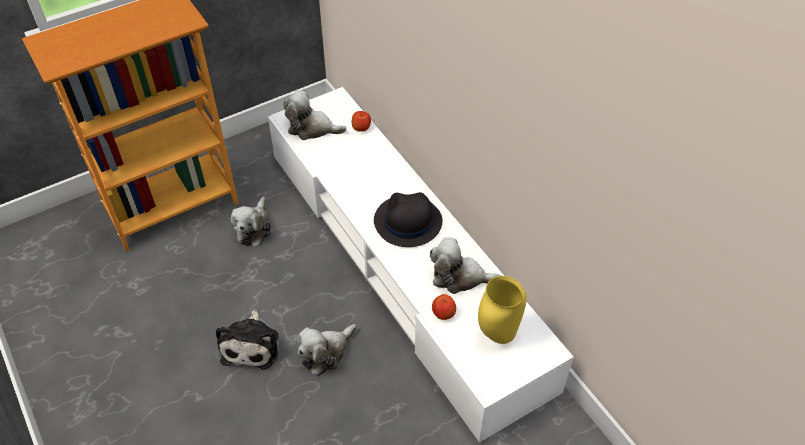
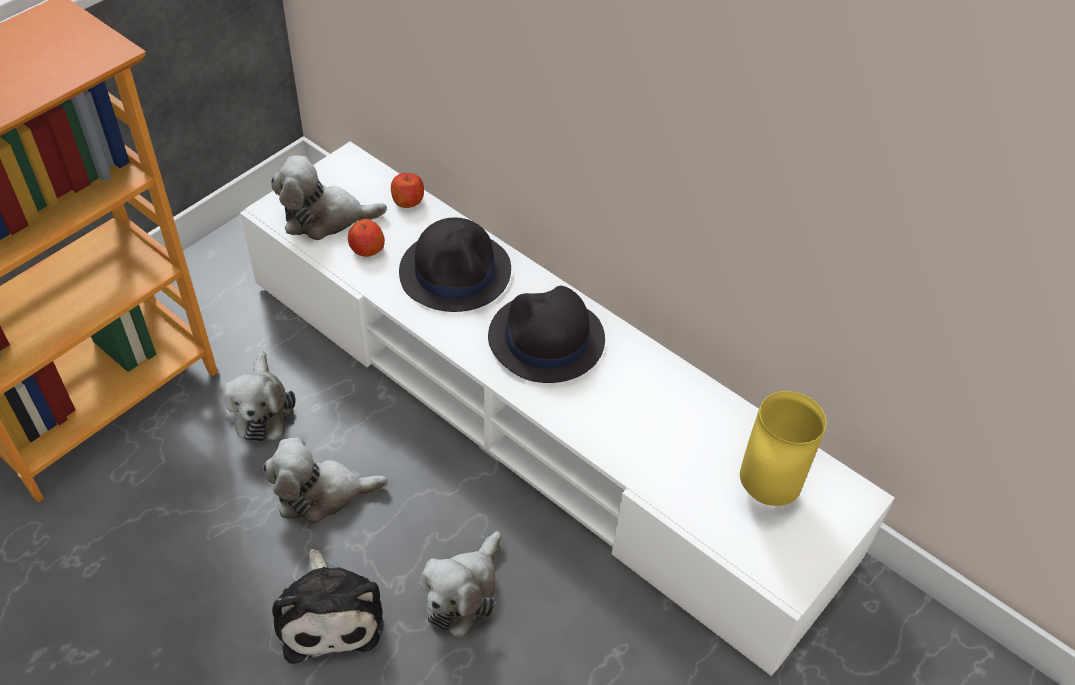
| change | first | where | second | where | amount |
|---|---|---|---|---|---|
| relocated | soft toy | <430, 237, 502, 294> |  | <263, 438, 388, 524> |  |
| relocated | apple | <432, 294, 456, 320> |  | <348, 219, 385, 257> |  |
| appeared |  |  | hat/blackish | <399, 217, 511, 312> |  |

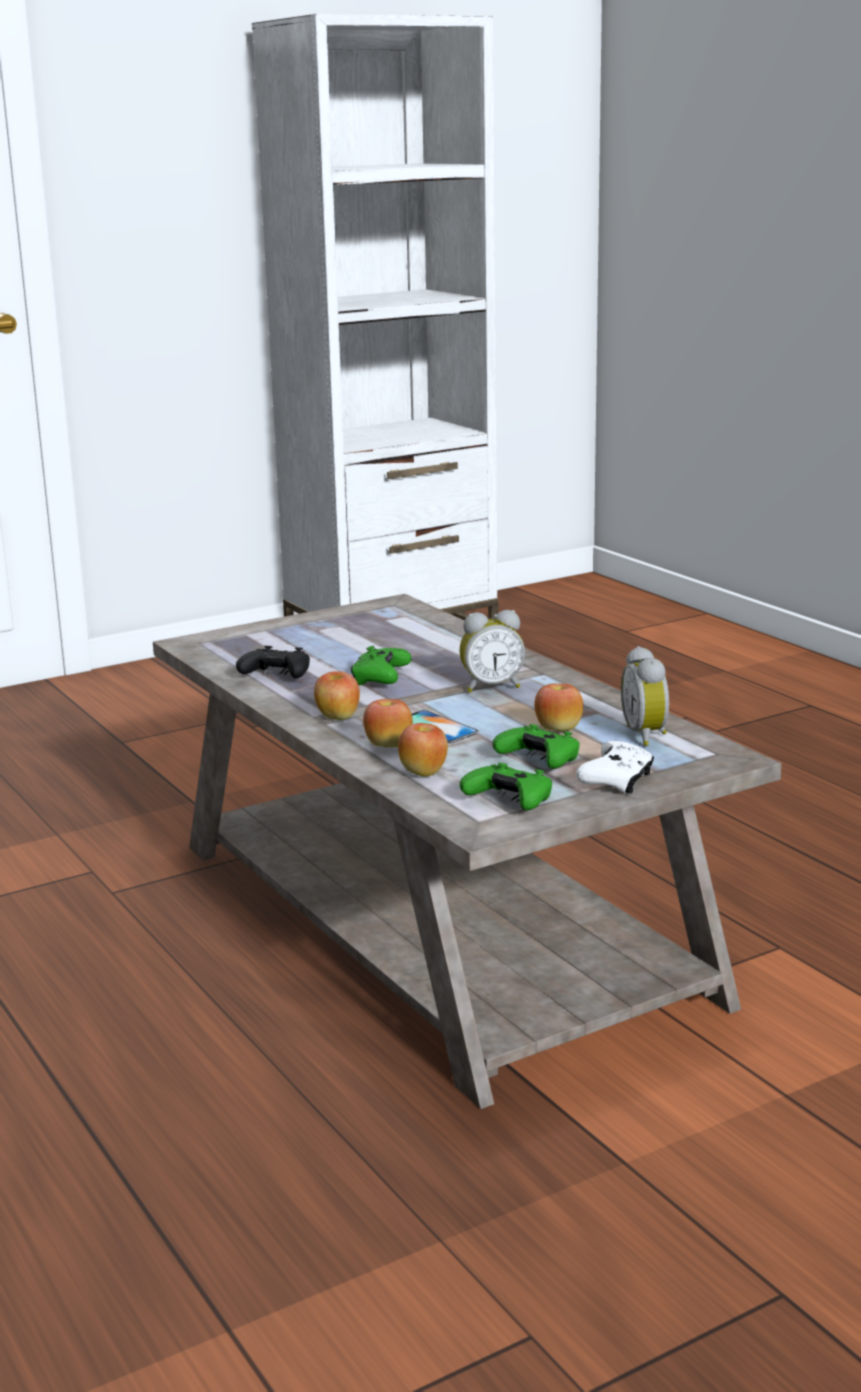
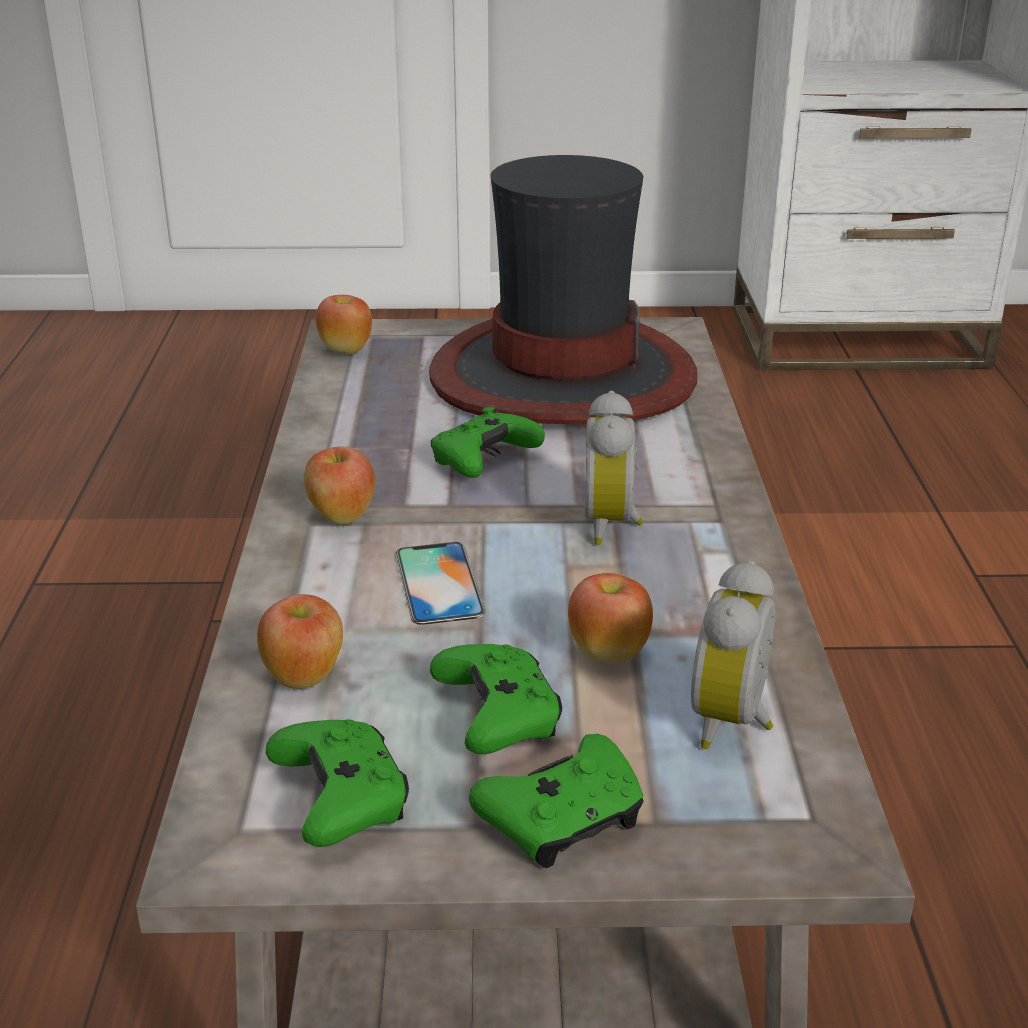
| change | first | where | second | where | amount |
|---|---|---|---|---|---|
| relocated | apple | <363, 699, 413, 747> |  | <316, 295, 372, 354> |  |
| appeared |  |  | hat | <429, 155, 697, 424> |  |
| colour | joypad/whitish | <576, 741, 654, 793> | joypad/greenish | <469, 734, 644, 868> |  |
| spun | alarm clock | <460, 610, 525, 692> |  | <584, 390, 643, 545> | 75 degrees clockwise |
| missing | joypad/blackish | <236, 646, 310, 678> |  |  |  |

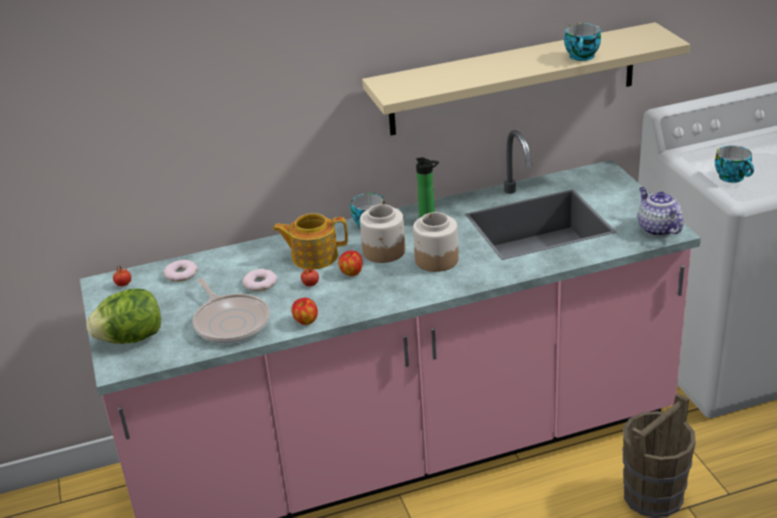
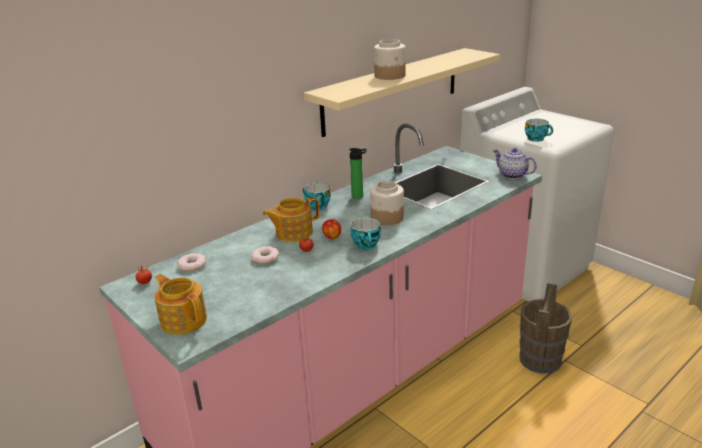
| change | first | where | second | where | amount |
|---|---|---|---|---|---|
| exchanged | lettuce | <86, 288, 161, 344> | tea pot | <155, 274, 207, 335> |  |
| relocated | drinking cup | <564, 23, 601, 61> |  | <351, 218, 381, 250> |  |
| relocated | jar | <360, 204, 405, 263> |  | <374, 39, 406, 80> |  |
| missing | skillet | <193, 278, 270, 343> |  |  |  |
| missing | apple | <291, 298, 318, 325> |  |  |  |

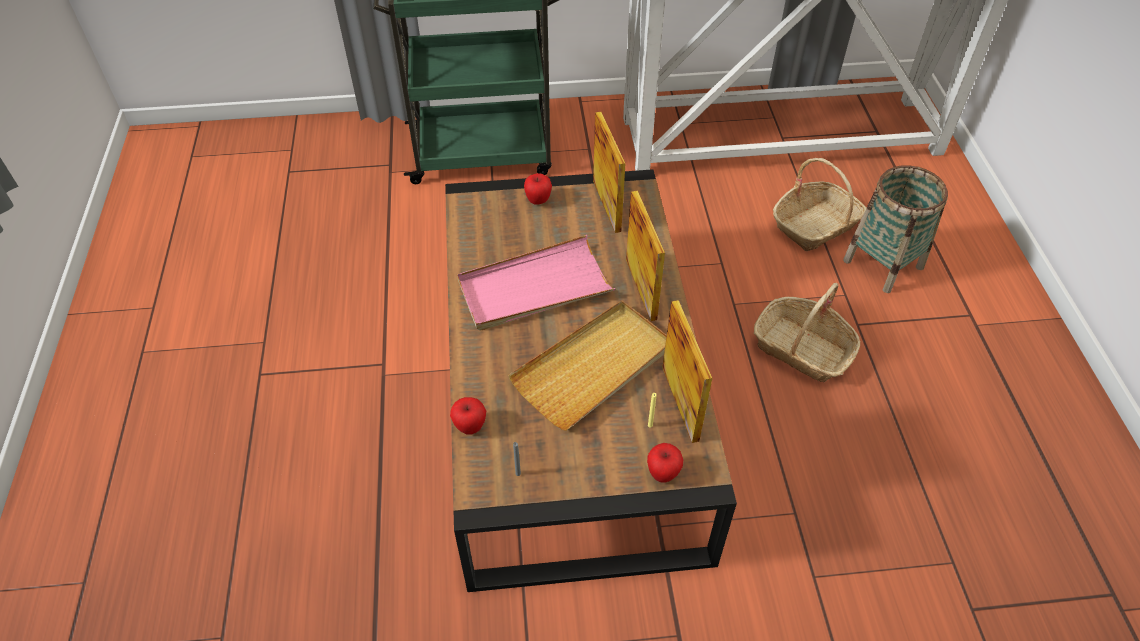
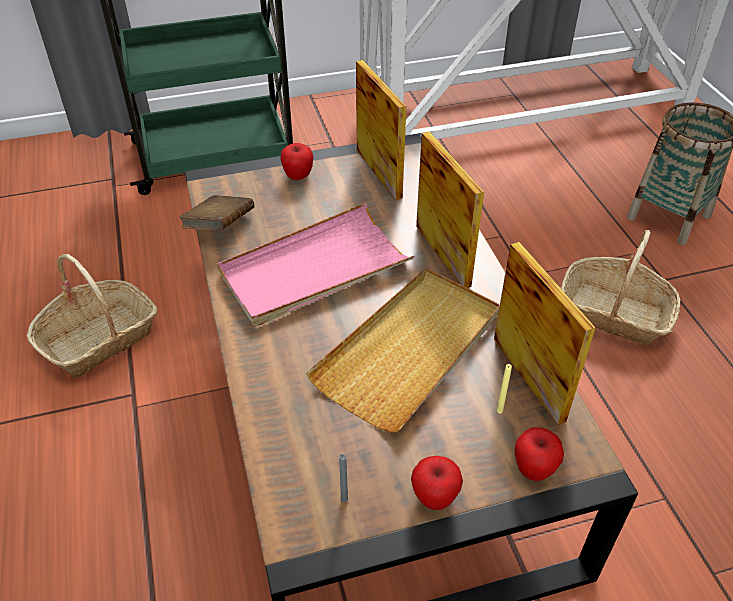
| change | first | where | second | where | amount |
|---|---|---|---|---|---|
| relocated | basket | <773, 158, 867, 251> |  | <27, 254, 157, 378> |  |
| appeared |  |  | book/brownish | <179, 195, 254, 230> |  |
| relocated | apple | <450, 397, 486, 435> |  | <411, 456, 463, 510> |  |

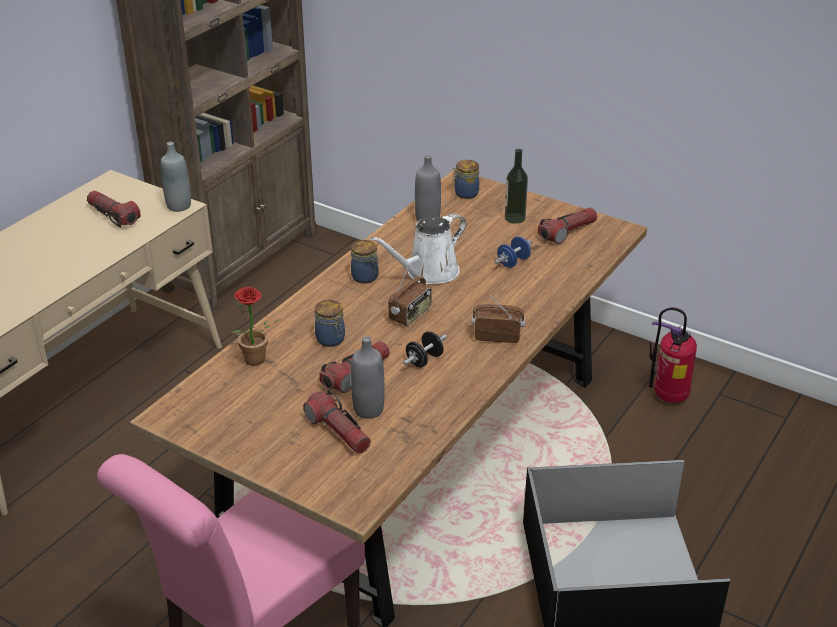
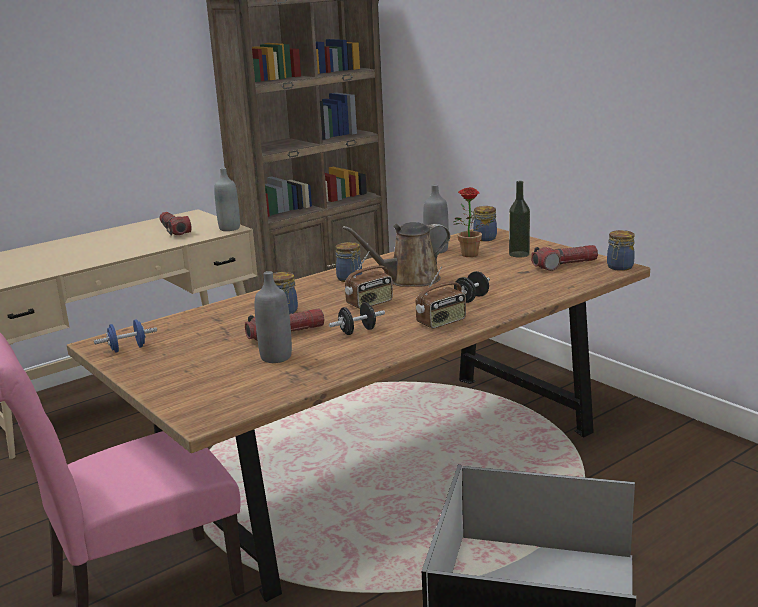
| change | first | where | second | where | amount |
|---|---|---|---|---|---|
| relocated | free weight/bluish | <494, 236, 532, 268> |  | <94, 319, 157, 353> |  |
| colour | sprinkling can/whitish | <371, 213, 467, 285> | sprinkling can/brownish | <342, 222, 450, 287> |  |
| spun | radio set | <471, 296, 525, 343> |  | <416, 266, 466, 329> | 120 degrees clockwise |
| relocated | plant in a pot | <232, 287, 281, 366> |  | <453, 187, 494, 257> |  |
| appeared |  |  | free weight/blackish | <454, 271, 490, 303> |  |
| appeared |  |  | jar | <607, 230, 635, 271> |  |
| missing | torch | <303, 390, 371, 454> |  |  |  |
| missing | fire extinguisher | <649, 307, 697, 403> |  |  |  |

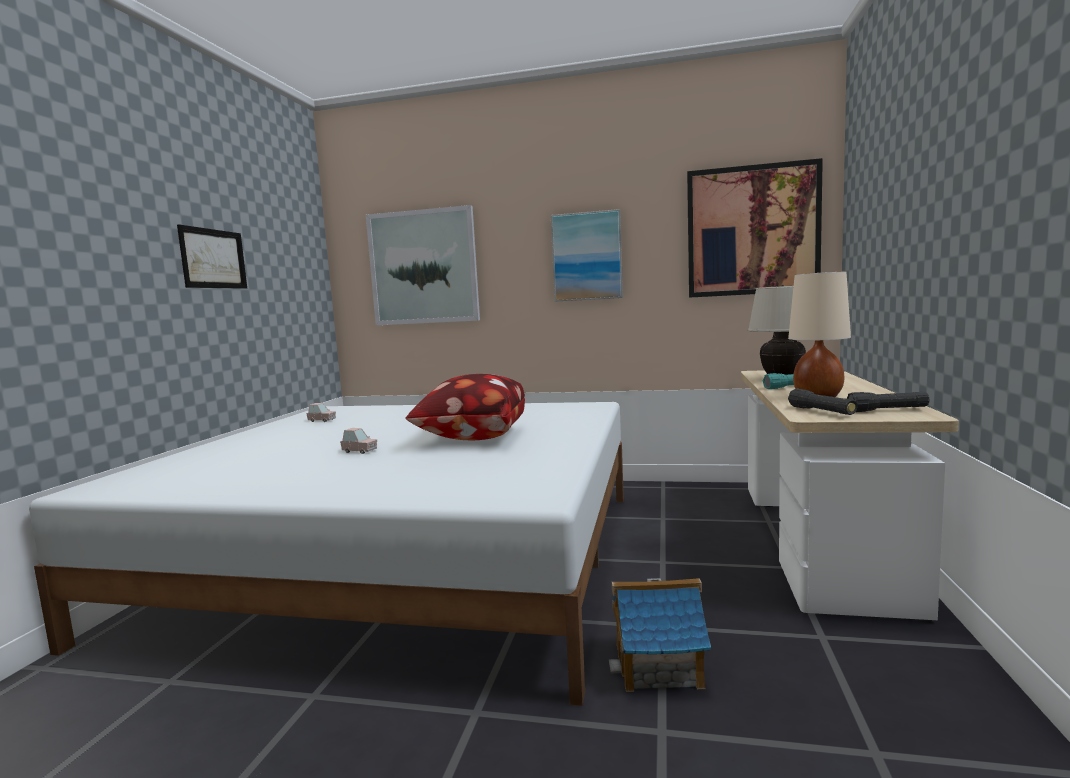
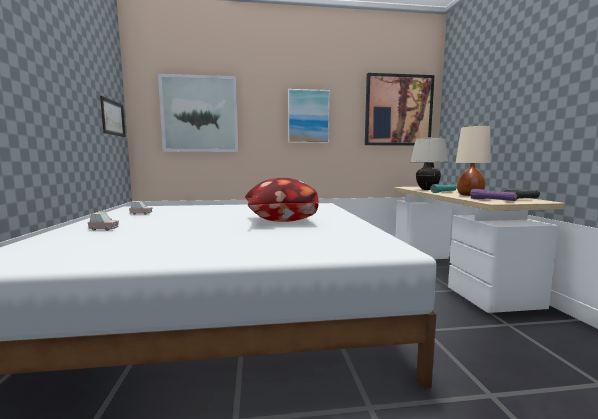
| change | first | where | second | where | amount |
|---|---|---|---|---|---|
| relocated | toy car/pink-coloured | <340, 428, 377, 454> |  | <88, 212, 119, 231> |  |
| relocated | wall art | <177, 224, 247, 289> |  | <100, 96, 126, 137> |  |
| colour | torch/blackish | <788, 389, 857, 415> | torch/purplish | <470, 189, 517, 201> |  |
| missing | model house | <609, 578, 711, 692> |  |  |  |

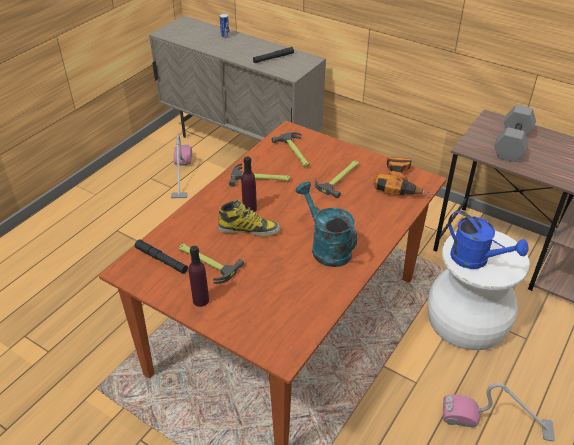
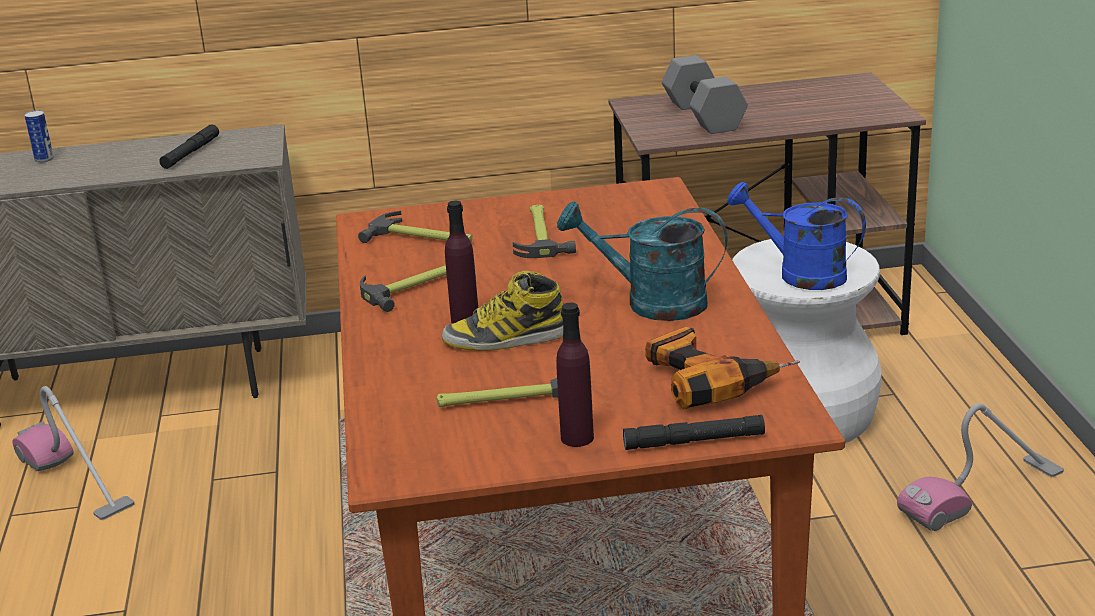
| change | first | where | second | where | amount |
|---|---|---|---|---|---|
| spun | tall boot | <218, 200, 281, 237> |  | <442, 271, 564, 351> | 150 degrees counterclockwise |
| relocated | torch/blackish | <135, 239, 188, 274> |  | <623, 415, 765, 450> |  |
| relocated | power drill | <374, 157, 433, 195> |  | <645, 326, 800, 409> |  |
| spun | sprinkling can/bluish | <448, 210, 528, 269> |  | <727, 182, 866, 290> | 150 degrees counterclockwise |

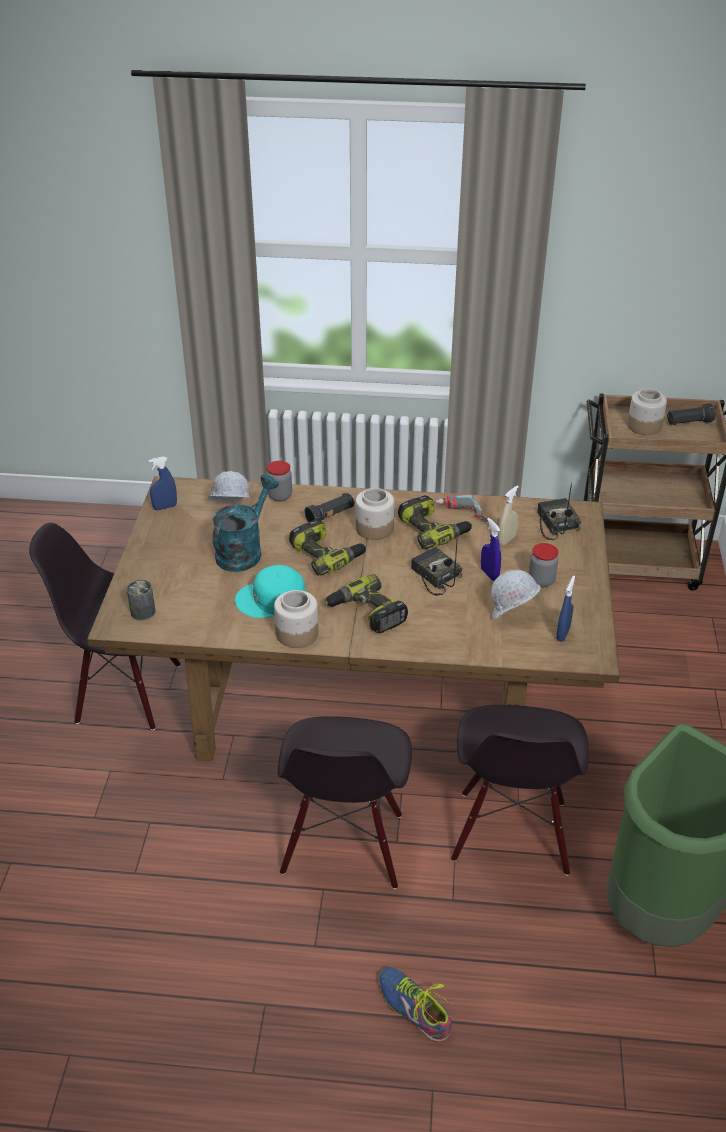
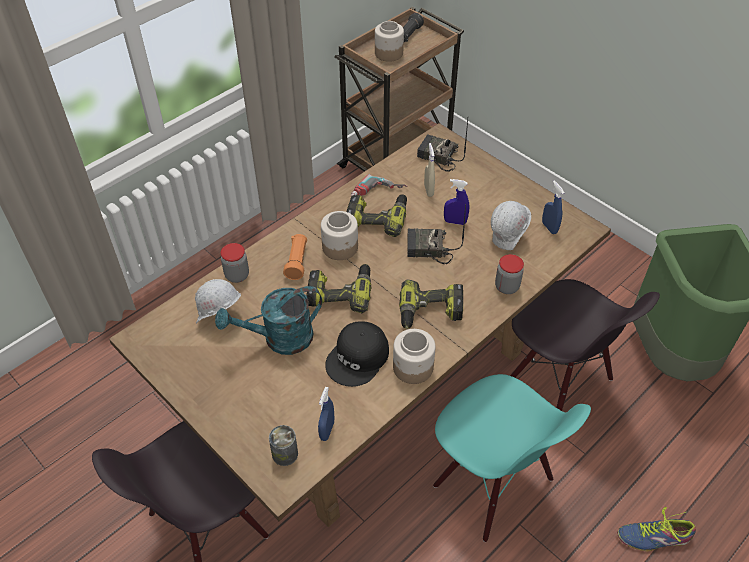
| change | first | where | second | where | amount |
|---|---|---|---|---|---|
| spun | sprinkling can/blue-green | <212, 475, 279, 572> |  | <215, 286, 322, 355> | 90 degrees counterclockwise |
| colour | torch/blackish | <304, 493, 355, 522> | torch/orange | <283, 234, 307, 280> |  |
| relocated | hand sprayer/bluish | <149, 456, 177, 510> |  | <318, 387, 334, 441> |  |
| colour | peaked cap/blue-green | <235, 565, 305, 618> | peaked cap/blackish | <325, 321, 389, 387> |  |
| colour | upright chair/blackish | <278, 716, 412, 889> | upright chair/blue-green | <433, 374, 591, 542> |  |
| relocated | jar | <529, 543, 558, 587> |  | <495, 254, 524, 294> |  |

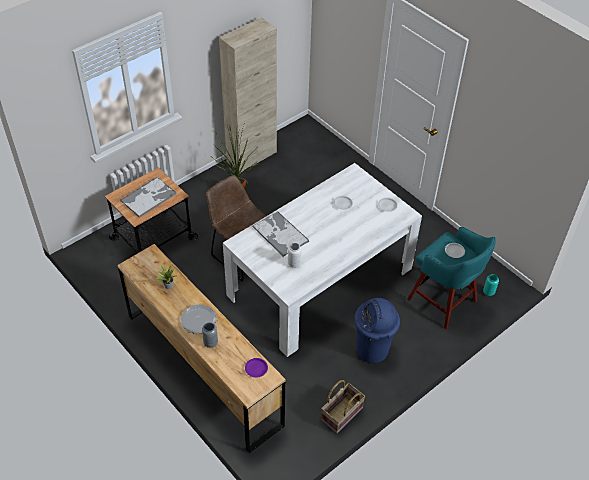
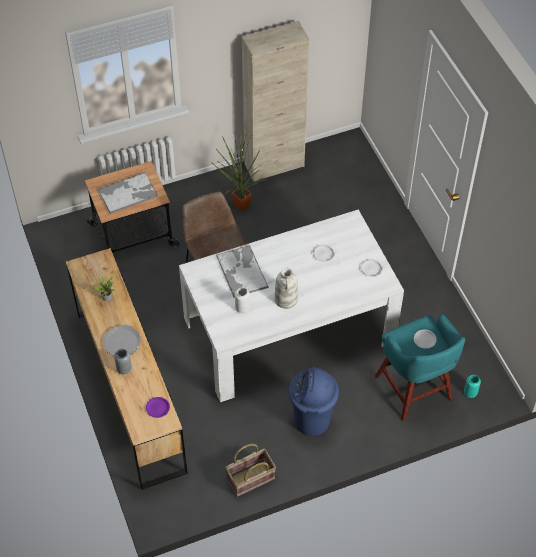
| change | first | where | second | where | amount |
|---|---|---|---|---|---|
| appeared |  |  | decorative vase/whitish | <275, 268, 298, 309> |  |

